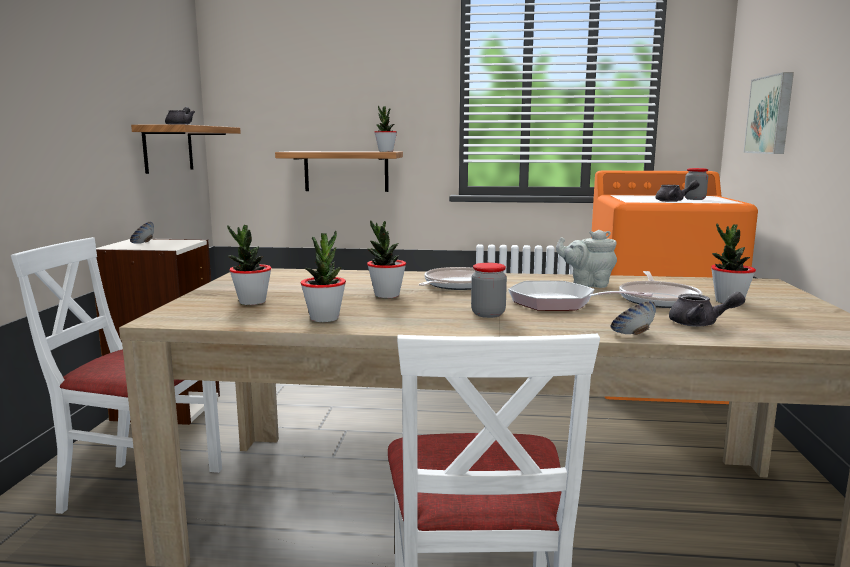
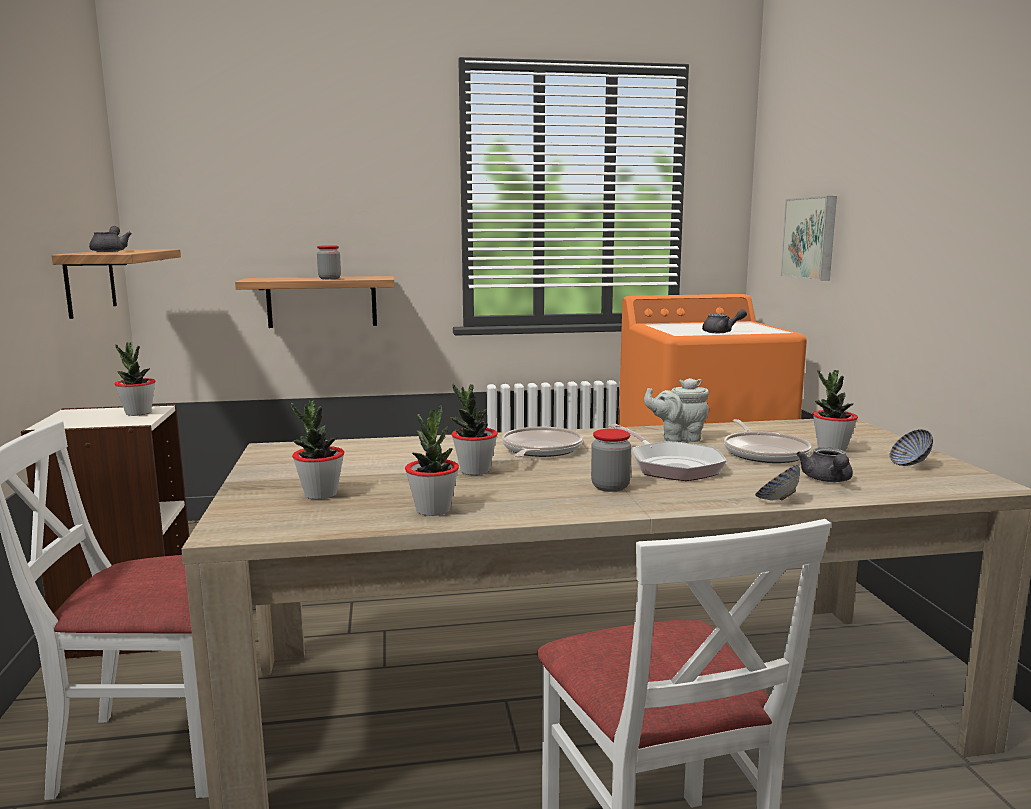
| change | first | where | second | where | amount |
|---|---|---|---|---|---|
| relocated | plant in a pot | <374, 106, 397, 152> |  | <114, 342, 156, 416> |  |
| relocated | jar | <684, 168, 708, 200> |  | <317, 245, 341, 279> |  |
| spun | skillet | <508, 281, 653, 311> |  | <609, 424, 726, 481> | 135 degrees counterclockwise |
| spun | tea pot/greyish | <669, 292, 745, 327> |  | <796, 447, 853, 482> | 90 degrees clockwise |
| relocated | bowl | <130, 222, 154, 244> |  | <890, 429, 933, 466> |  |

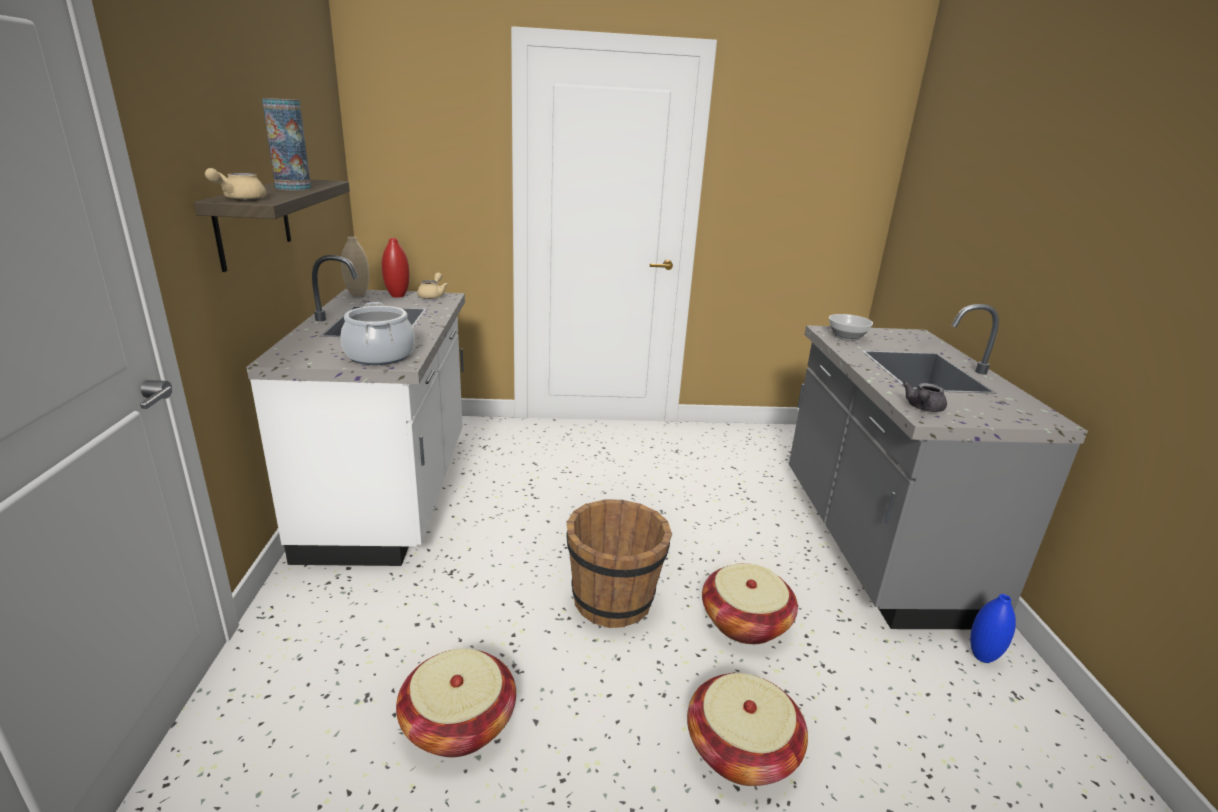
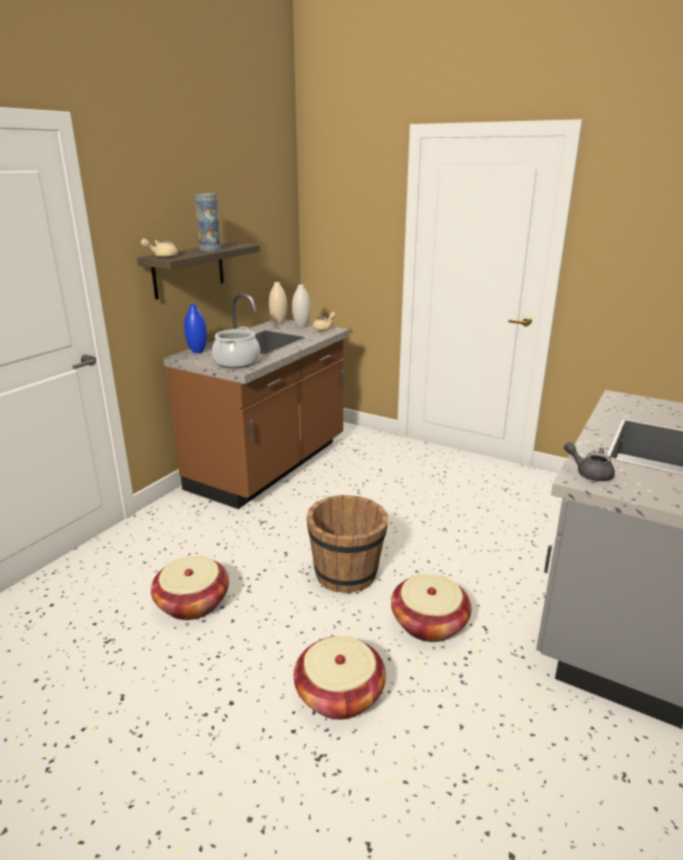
| change | first | where | second | where | amount |
|---|---|---|---|---|---|
| colour | counter/whitish | <246, 255, 465, 566> | counter/brownish | <163, 294, 349, 509> |  |
| relocated | decorative vase/bluish | <970, 594, 1016, 663> |  | <184, 304, 207, 353> |  |
| colour | decorative vase/red-coloured | <382, 238, 410, 298> | decorative vase/whitish | <292, 285, 311, 327> |  |
| spun | tea pot/greyish | <903, 382, 947, 412> |  | <564, 442, 615, 481> | 60 degrees clockwise |
| missing | bowl | <829, 314, 873, 341> |  |  |  |

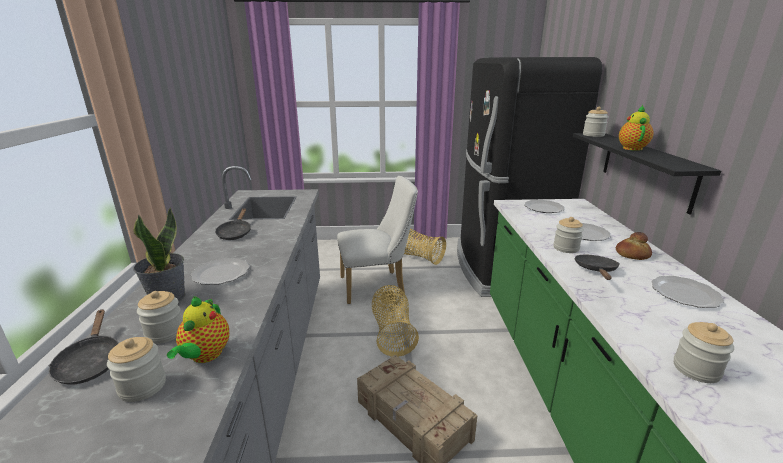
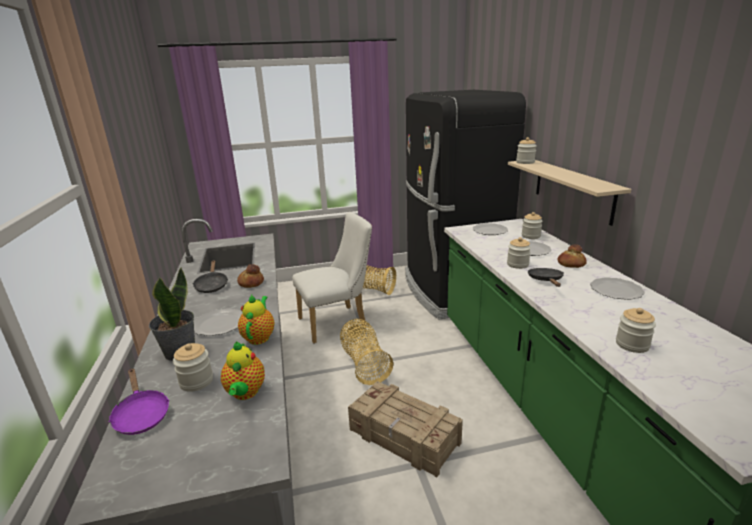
| change | first | where | second | where | amount |
|---|---|---|---|---|---|
| colour | skillet/blackish | <48, 309, 119, 385> | skillet/purplish | <108, 368, 169, 435> |  |
| appeared |  |  | baked bread | <237, 264, 264, 288> |  |
| relocated | tea pot | <619, 105, 654, 151> |  | <238, 295, 274, 345> |  |
| colour | wall shelf/blackish | <573, 133, 721, 214> | wall shelf/beige-coloured | <508, 160, 631, 226> |  |
| relocated | jar | <107, 337, 166, 402> |  | <522, 212, 543, 239> |  |

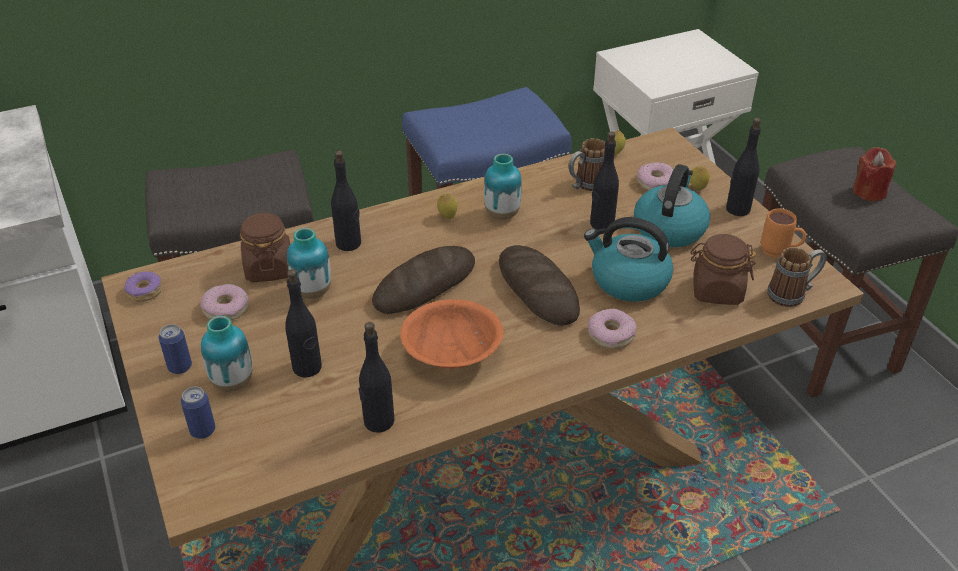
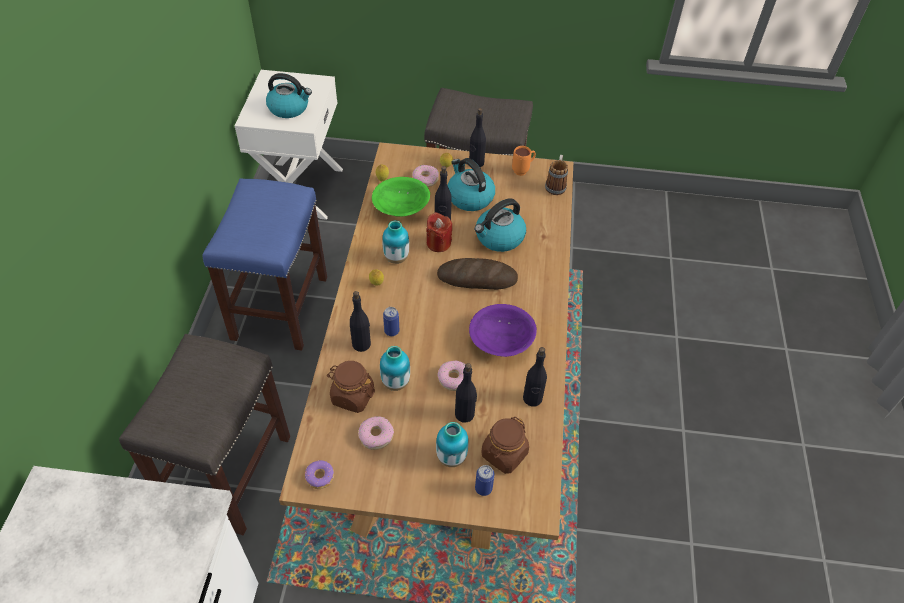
| change | first | where | second | where | amount |
|---|---|---|---|---|---|
| appeared |  |  | tea kettle | <266, 73, 312, 118> |  |
| exchanged | coffee mug | <569, 138, 605, 191> | bowl/greenish | <372, 177, 430, 217> |  |
| relocated | metal can | <159, 324, 192, 374> |  | <383, 307, 399, 336> |  |
| relocated | wax light/red-coloured | <853, 147, 896, 201> |  | <426, 212, 452, 252> |  |
| relocated | donut | <588, 309, 636, 349> |  | <437, 361, 465, 391> |  |
| colour | bowl/orange | <400, 299, 504, 368> | bowl/purplish | <469, 304, 537, 357> |  |
| relocated | jar/brownish | <690, 234, 756, 305> |  | <482, 417, 529, 474> |  |
| missing | baked bread | <372, 246, 475, 314> |  |  |  |

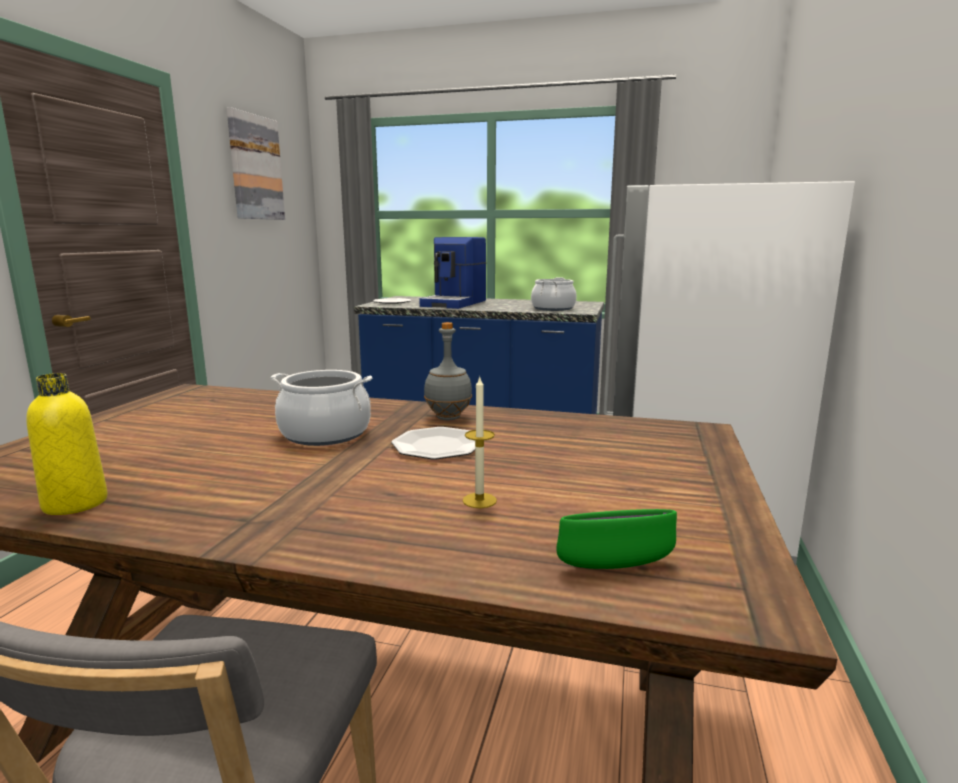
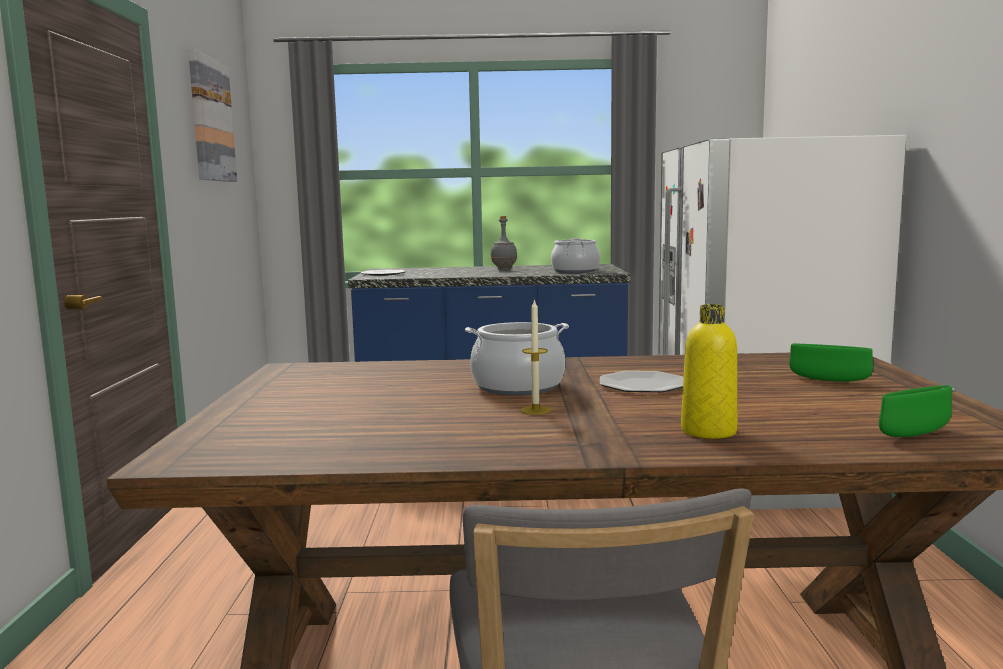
| change | first | where | second | where | amount |
|---|---|---|---|---|---|
| relocated | drink bottle/greyish | <424, 322, 472, 420> |  | <491, 216, 517, 270> |  |
| relocated | wax light | <463, 376, 497, 508> |  | <521, 299, 551, 415> |  |
| relocated | drink bottle/yellow-coloured | <26, 373, 108, 515> |  | <681, 304, 738, 439> |  |
| appeared |  |  | bowl/greenish | <789, 344, 873, 382> |  |
| missing | coffee maker | <420, 237, 486, 309> |  |  |  |

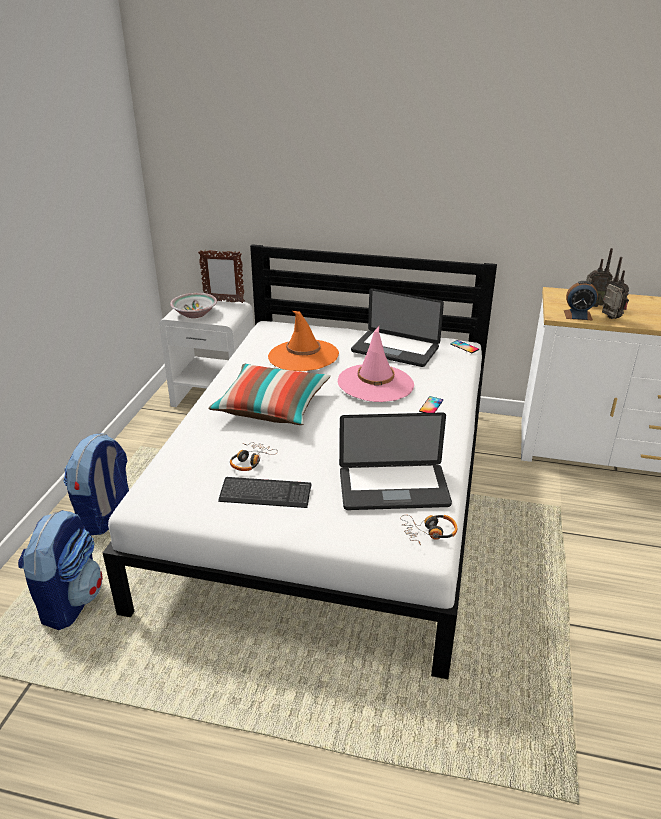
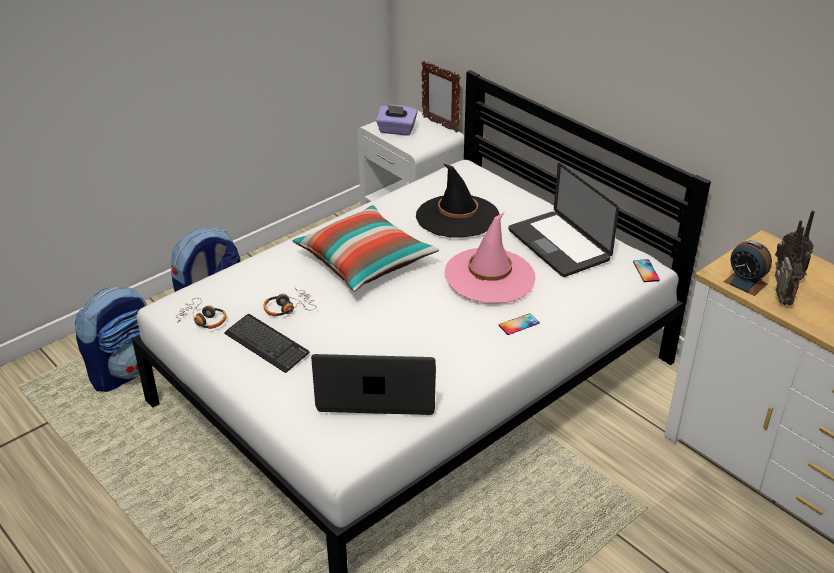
| change | first | where | second | where | amount |
|---|---|---|---|---|---|
| relocated | headset | <400, 515, 457, 545> |  | <176, 298, 226, 329> |  |
| spun | notebook computer | <339, 413, 452, 510> |  | <311, 354, 436, 415> | 150 degrees clockwise |
| exchanged | bowl | <170, 293, 217, 318> | tissue box/purplish | <376, 105, 417, 136> |  |
| colour | hat/orange | <268, 311, 339, 371> | hat/blackish | <416, 163, 500, 238> |  |

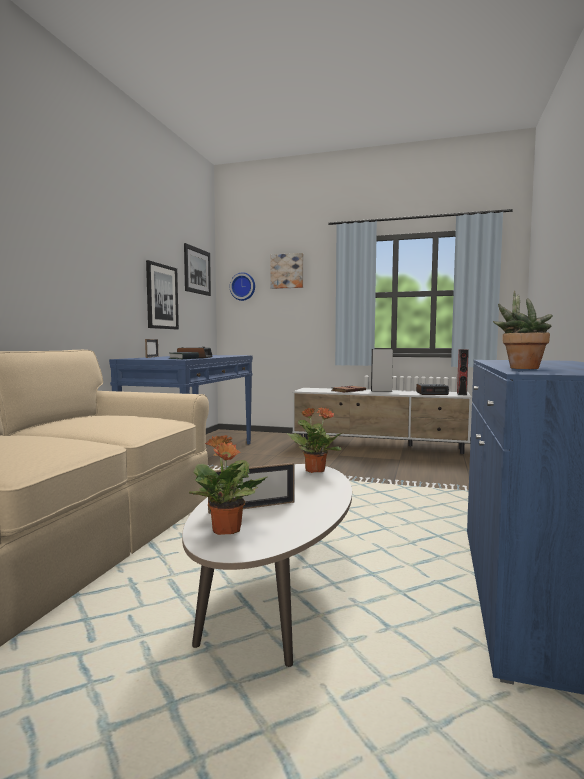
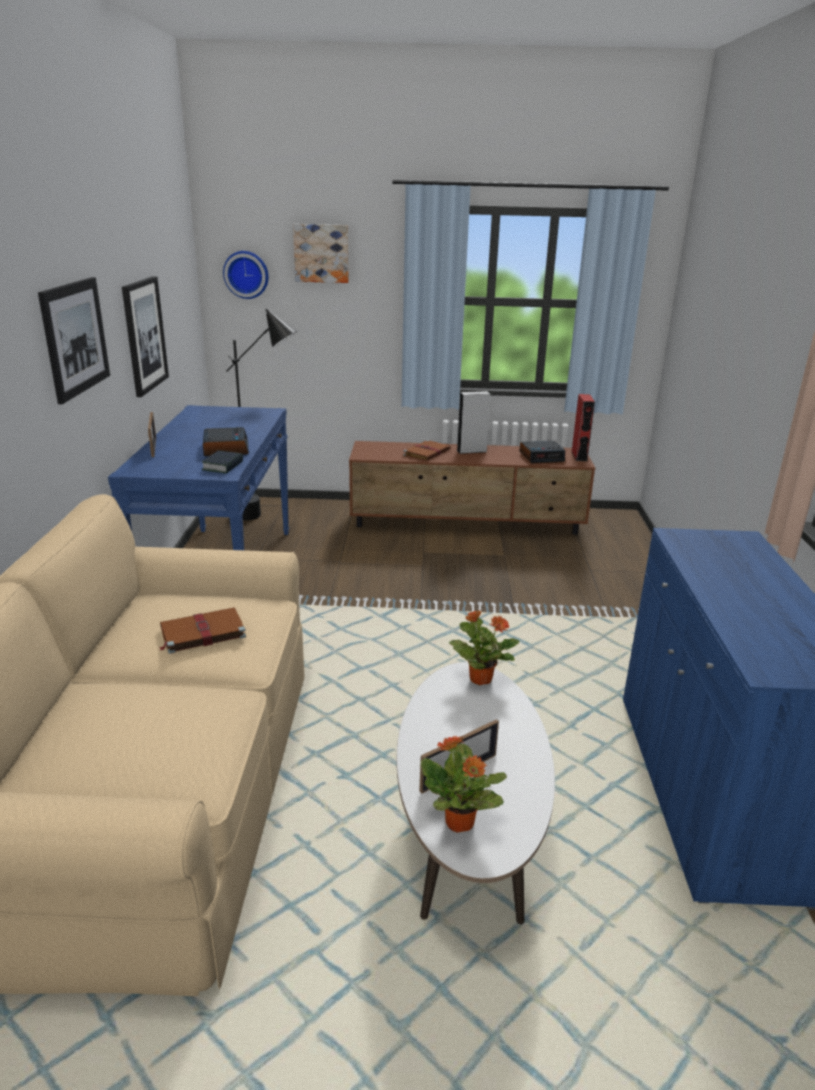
| change | first | where | second | where | amount |
|---|---|---|---|---|---|
| relocated | wall art | <184, 243, 211, 296> |  | <38, 277, 110, 404> |  |
| appeared |  |  | book/brownish | <159, 608, 246, 654> |  |
| appeared |  |  | standard lamp/blackish | <226, 309, 297, 521> |  |
| colour | media console/whitish | <292, 388, 472, 454> | media console/brownish | <349, 441, 595, 535> |  |
| missing | plant in a pot | <493, 291, 553, 369> |  |  |  |

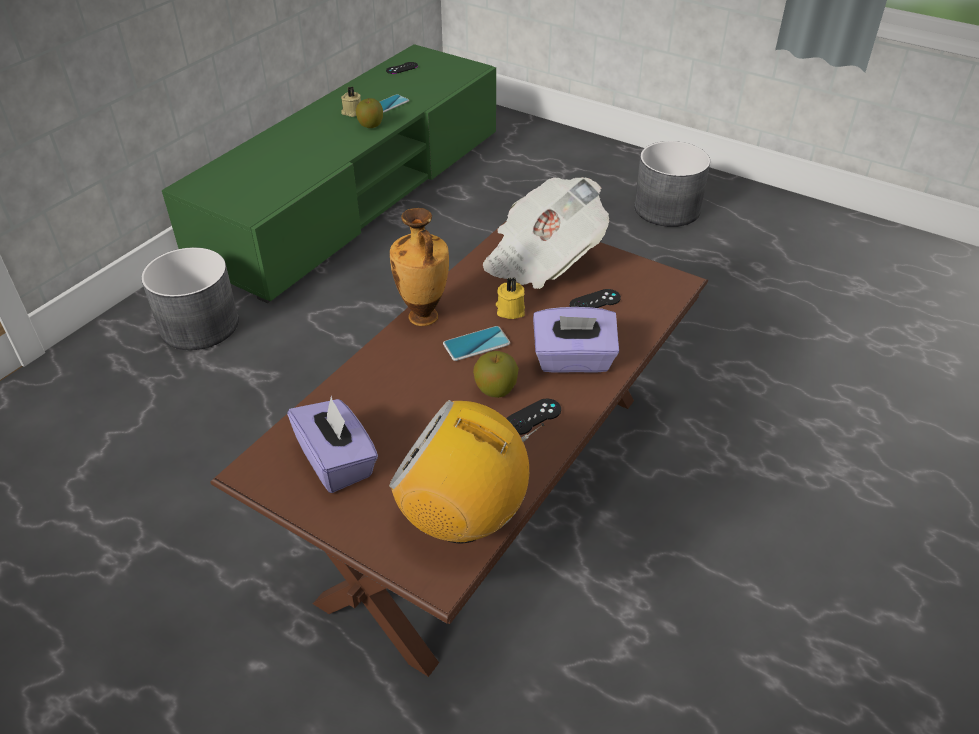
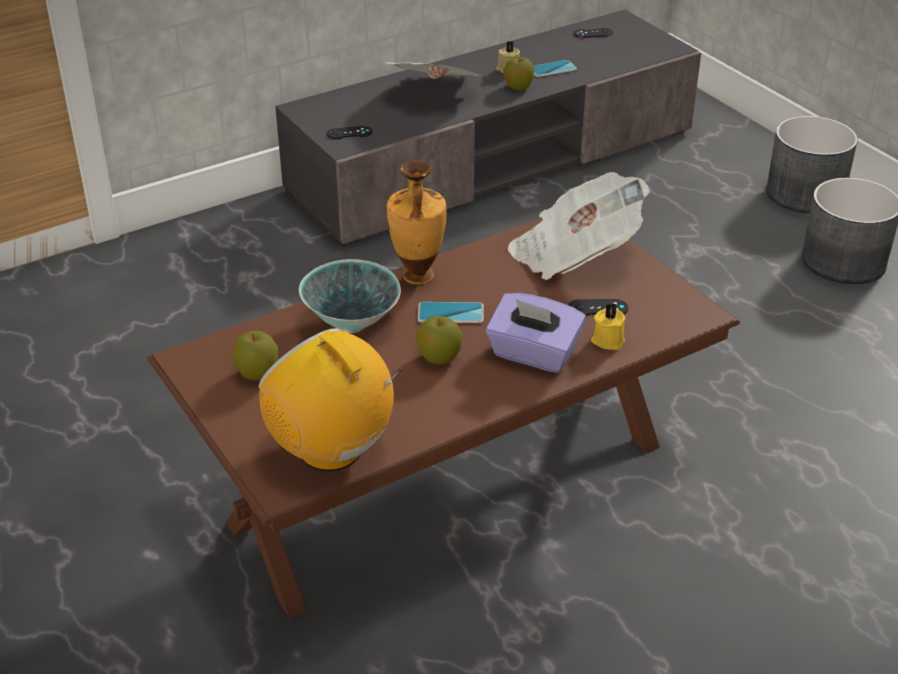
| change | first | where | second | where | amount |
|---|---|---|---|---|---|
| exchanged | tissue box/purplish | <287, 396, 378, 493> | apple | <232, 331, 278, 380> |  |
| colour | media console/greenish | <162, 44, 496, 303> | media console/greyish | <275, 10, 701, 246> |  |
| appeared |  |  | bowl | <299, 259, 401, 333> |  |
| relocated | joypad/blackish | <506, 399, 561, 435> |  | <327, 126, 373, 139> |  |
| appeared |  |  | newspaper | <385, 62, 482, 79> |  |
| relocated | wax light/yellow-coloured | <496, 278, 525, 319> |  | <591, 303, 626, 350> |  |
| relocated | flower pot/greyish | <141, 247, 239, 350> |  | <766, 116, 858, 214> |  |

